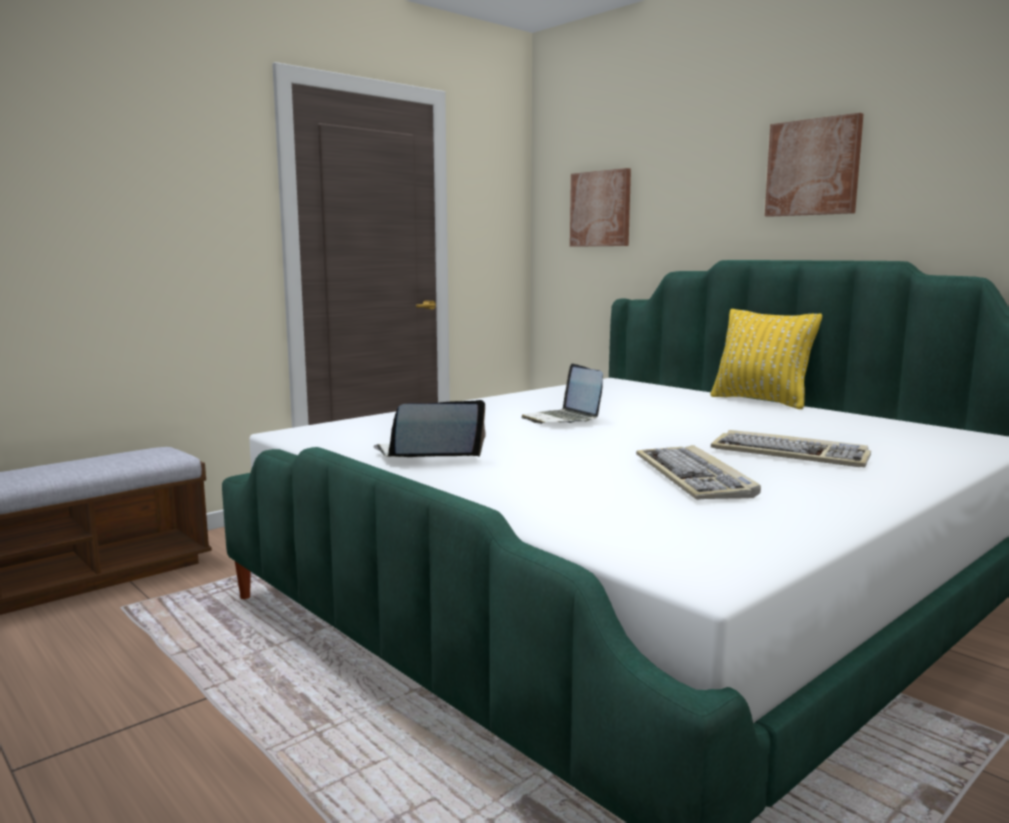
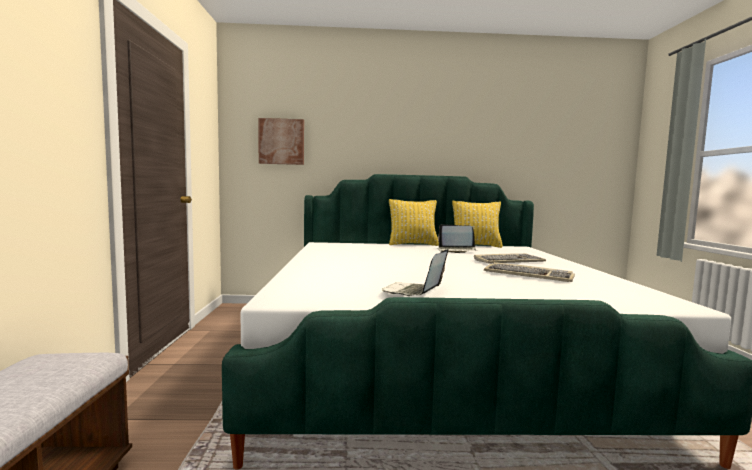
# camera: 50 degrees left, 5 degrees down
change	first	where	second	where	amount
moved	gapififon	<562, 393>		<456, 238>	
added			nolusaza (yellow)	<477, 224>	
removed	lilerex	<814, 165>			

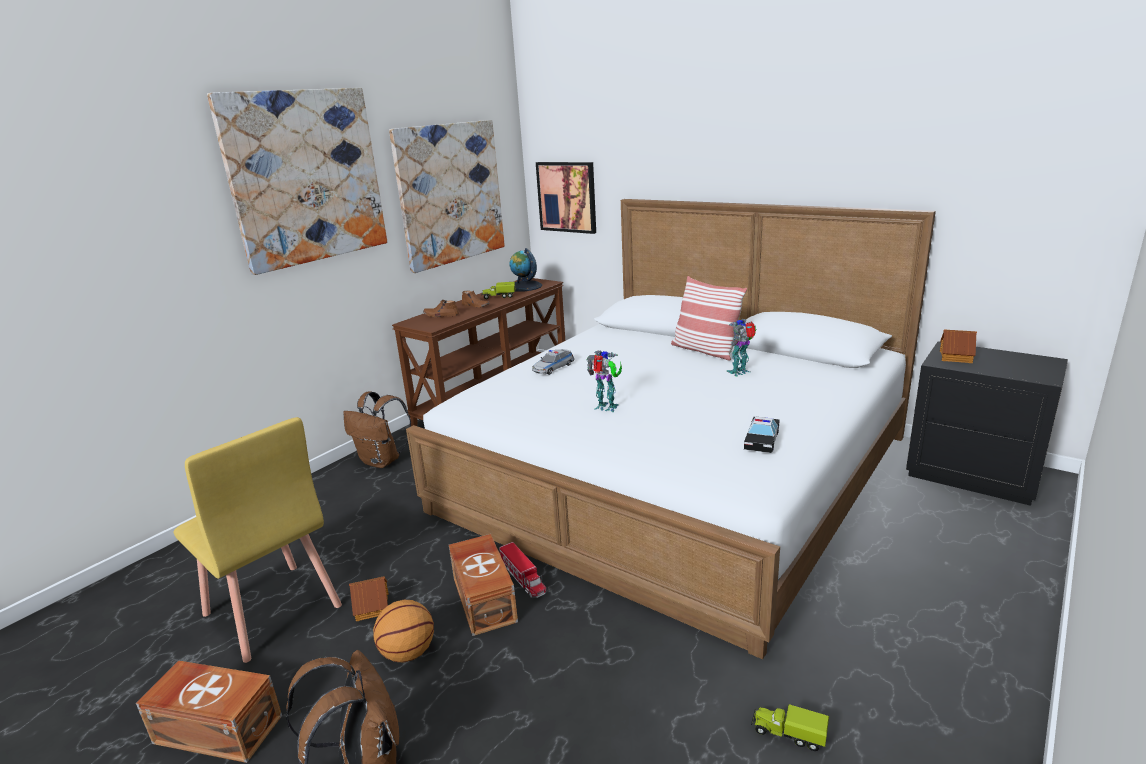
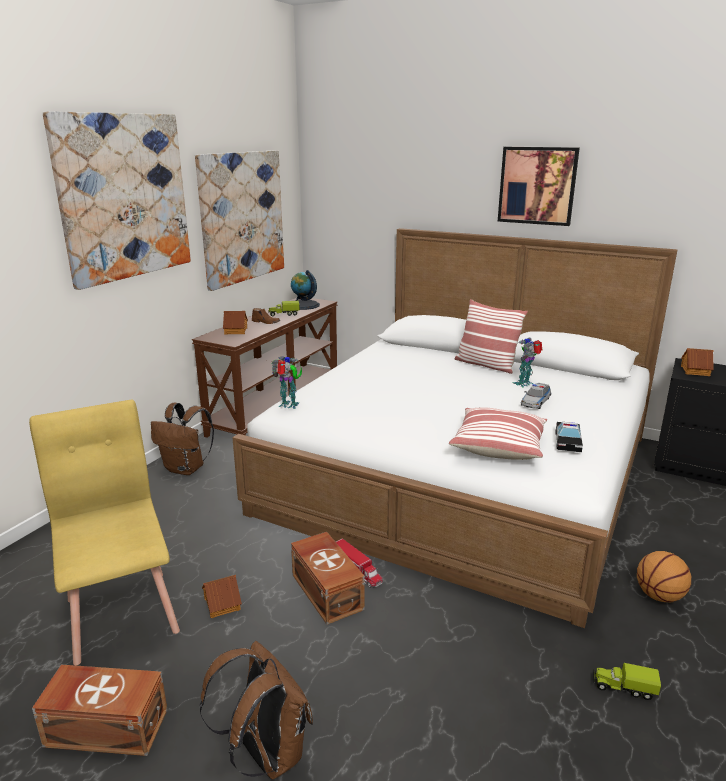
# camera: 10 degrees left, 0 degrees up
change	first	where	second	where	amount
turned	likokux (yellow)	<258, 540>		<104, 532>	150 degrees counterclockwise
replaced	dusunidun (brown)	<441, 308>	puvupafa	<235, 322>	
moved	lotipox	<604, 381>		<287, 382>	
added			nolusaza	<498, 434>	
moved	lilerex	<566, 198>		<539, 186>	
moved	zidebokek	<553, 362>		<536, 396>	
moved	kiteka	<403, 631>		<664, 576>	

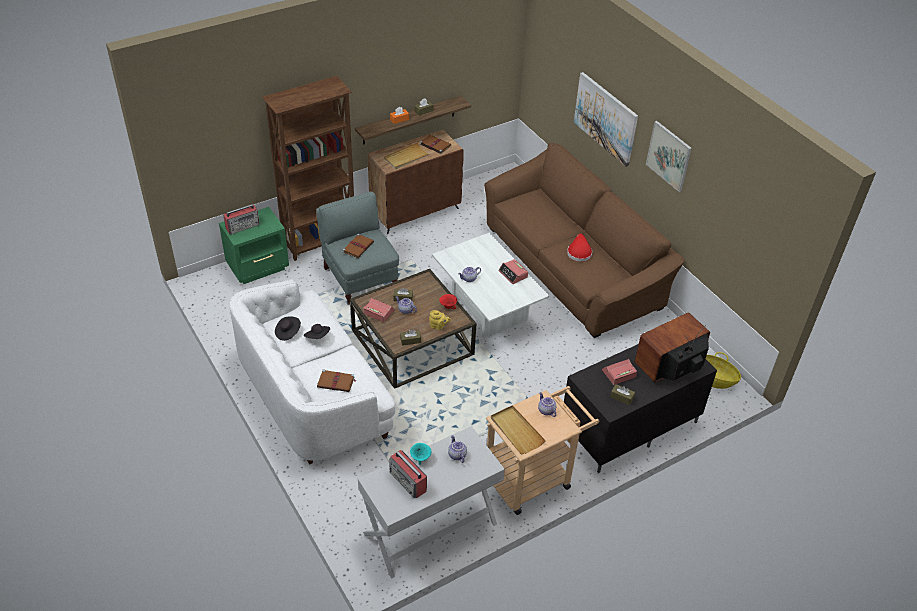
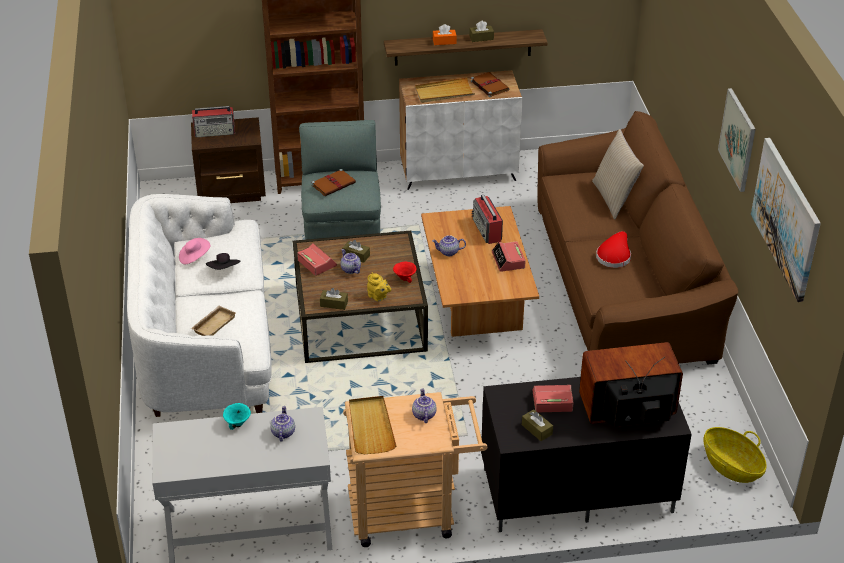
# camera: 25 degrees right, 5 degrees down
change	first	where	second	where	amount
recoloured	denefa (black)	<288, 328>	denefa (pink)	<194, 251>	
recoloured	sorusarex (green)	<254, 245>	sorusarex (brown)	<228, 160>	
replaced	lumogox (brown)	<336, 380>	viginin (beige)	<213, 321>	
recoloured	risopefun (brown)	<416, 182>	risopefun (white)	<460, 130>	
recoloured	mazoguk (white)	<490, 285>	mazoguk (brown)	<480, 271>	
moved	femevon	<408, 474>		<487, 219>	
added			nolusaza (beige)	<618, 174>	
moved	lilerex	<606, 119>		<786, 220>	

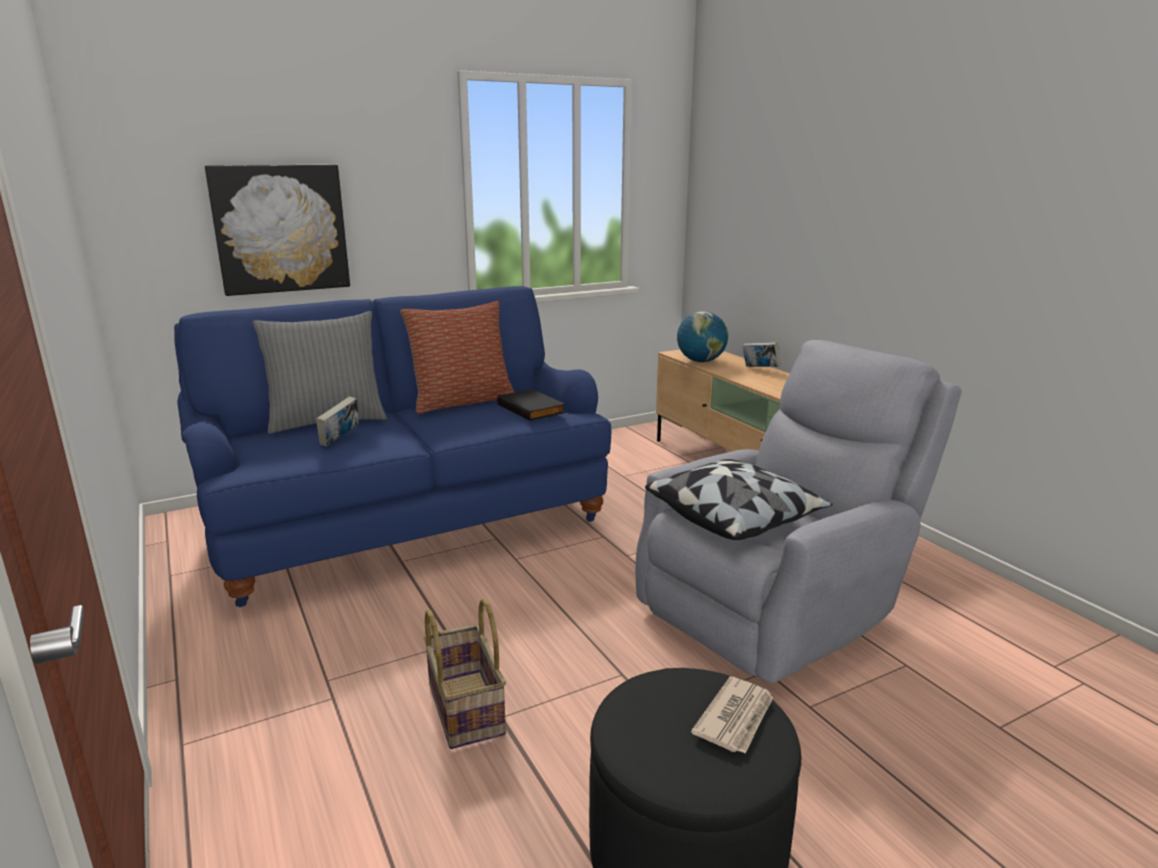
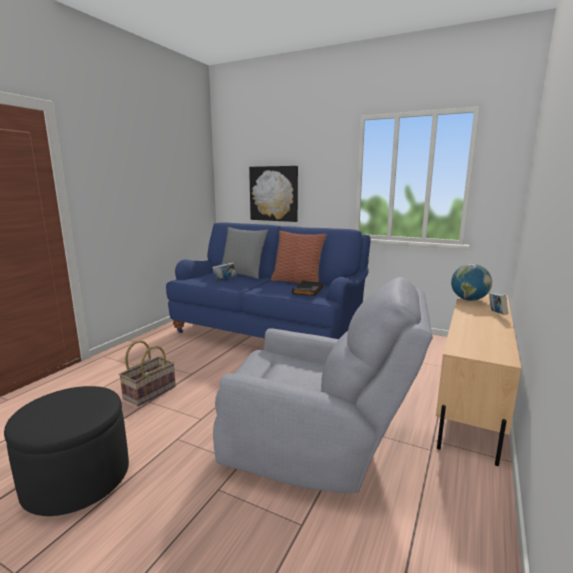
# camera: 55 degrees right, 5 degrees down
change	first	where	second	where	amount
removed	nolusaza	<739, 499>			
removed	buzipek	<732, 715>			

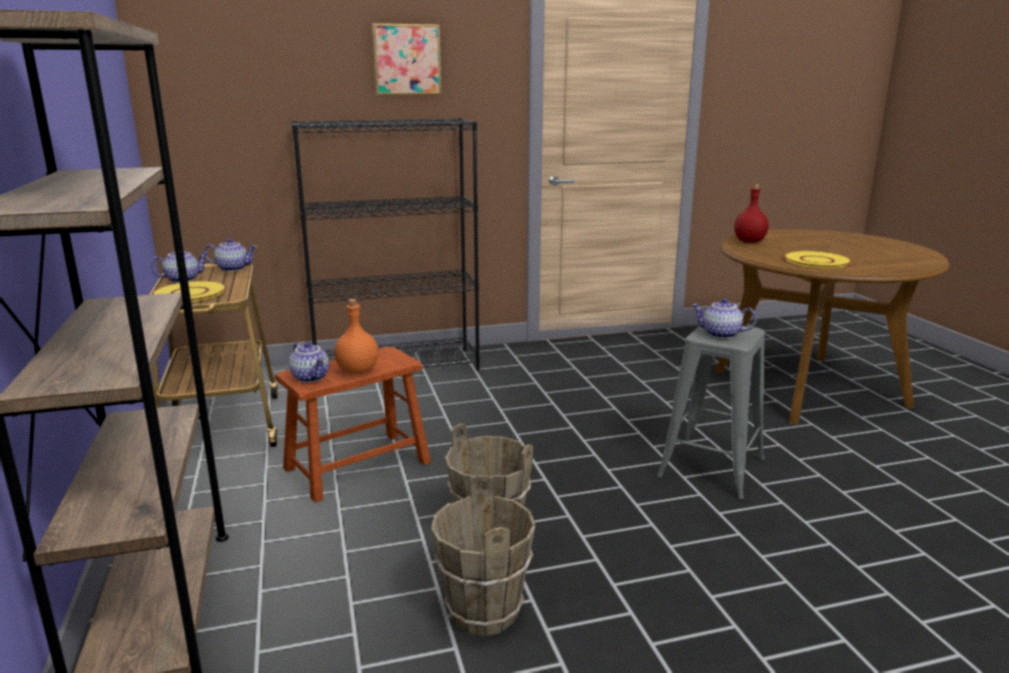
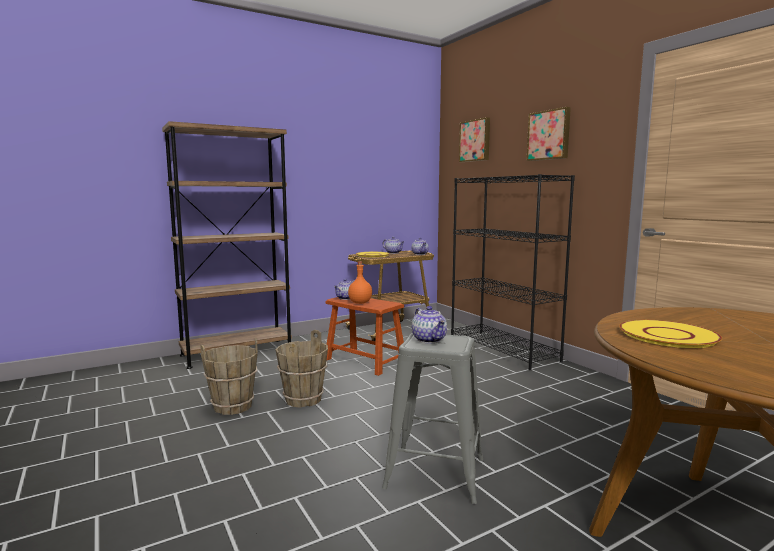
# camera: 75 degrees right, 10 degrees down
change	first	where	second	where	amount
turned	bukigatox	<724, 318>		<429, 324>	150 degrees clockwise
added			lilerex	<474, 139>	
removed	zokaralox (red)	<751, 213>			

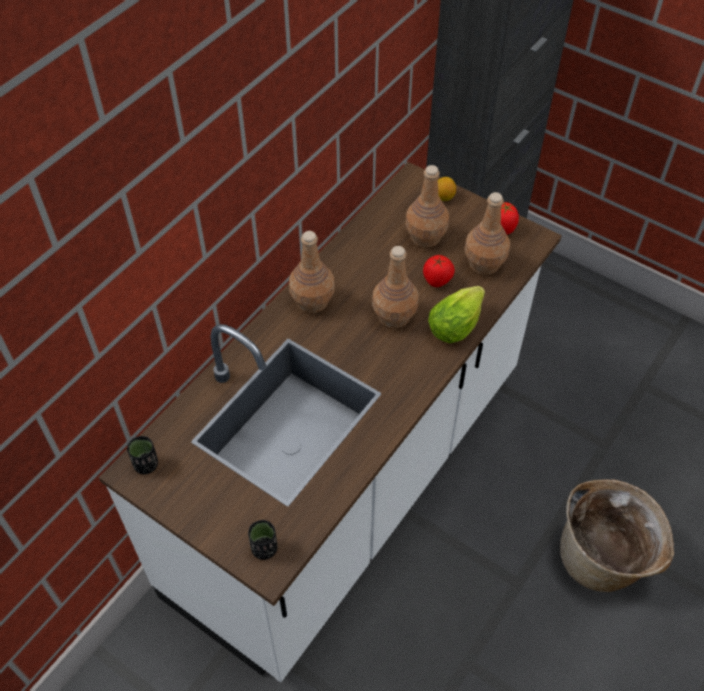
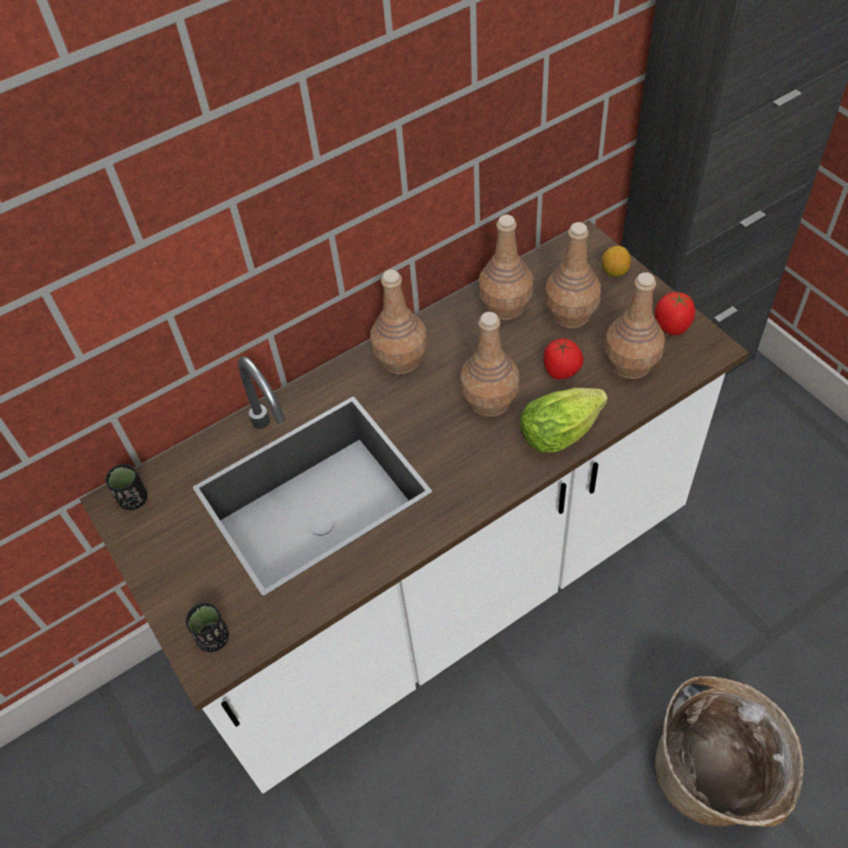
# camera: 25 degrees right, 0 degrees up
change	first	where	second	where	amount
added			zokaralox (brown)	<505, 267>	

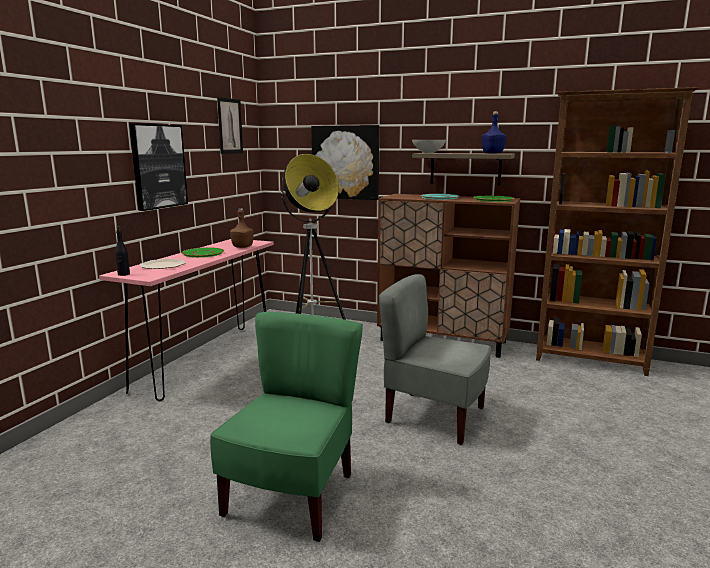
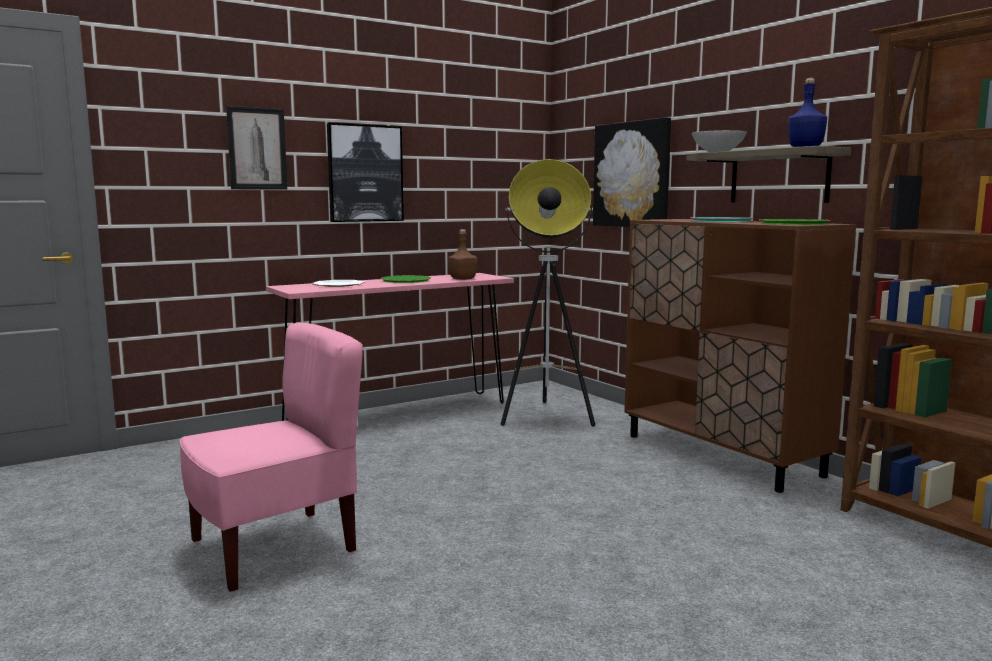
# camera: 35 degrees right, 5 degrees down
change	first	where	second	where	amount
recoloured	likokux (green)	<286, 427>	likokux (pink)	<271, 457>	
moved	lilerex	<230, 125>		<256, 148>	
removed	zokaralox (black)	<122, 251>			
removed	likokux (grey)	<435, 359>			

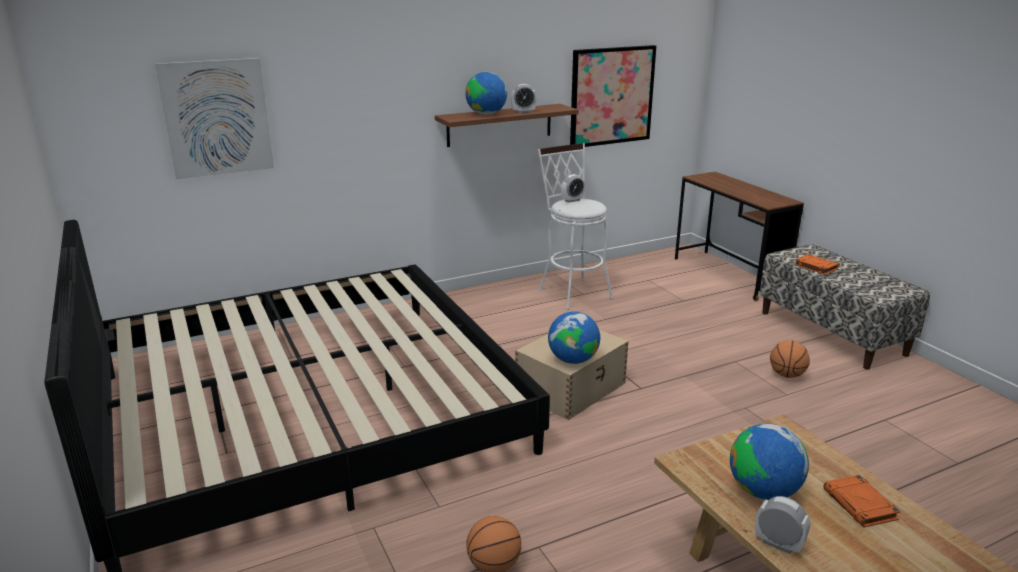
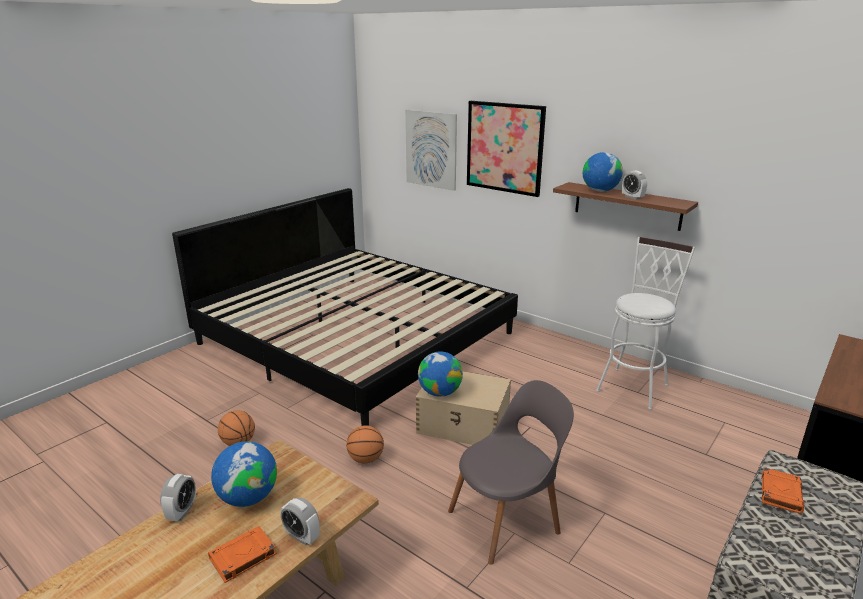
# camera: 65 degrees right, 0 degrees up
change	first	where	second	where	amount
moved	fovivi	<573, 188>		<300, 521>	
moved	kiteka	<790, 359>		<365, 444>	
added			likokux (grey)	<511, 472>	
moved	lilerex	<613, 96>		<506, 149>	

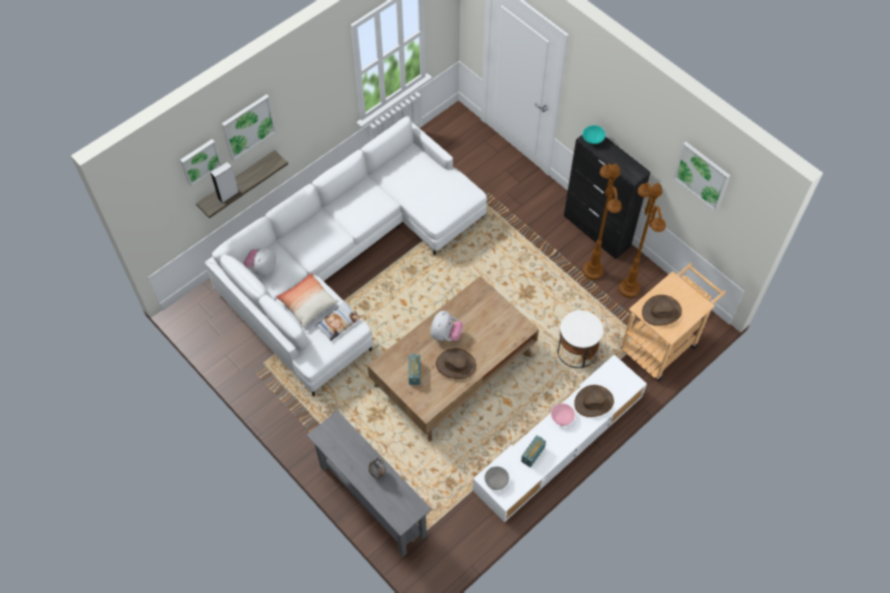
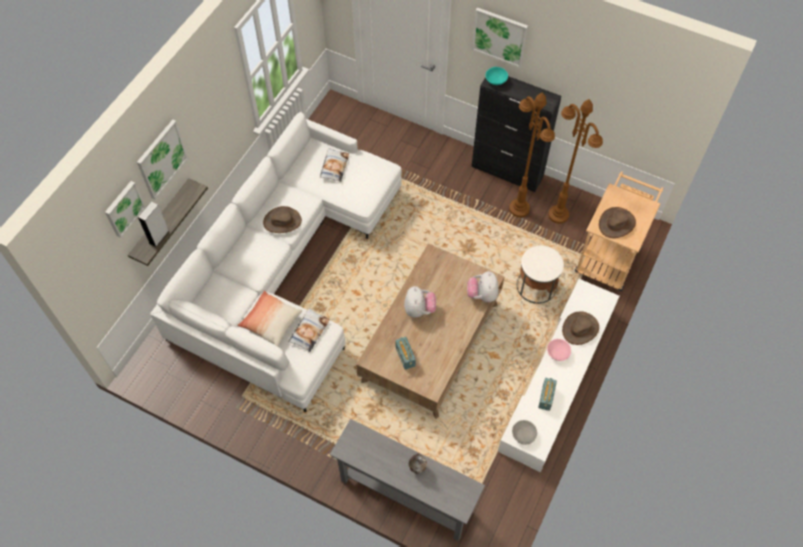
# camera: 20 degrees left, 0 degrees up
change	first	where	second	where	amount
moved	denefa (brown)	<456, 363>		<282, 219>	
added			nolusaza	<334, 165>	
moved	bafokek	<260, 261>		<483, 286>	
moved	lilerex	<702, 177>		<500, 37>	

